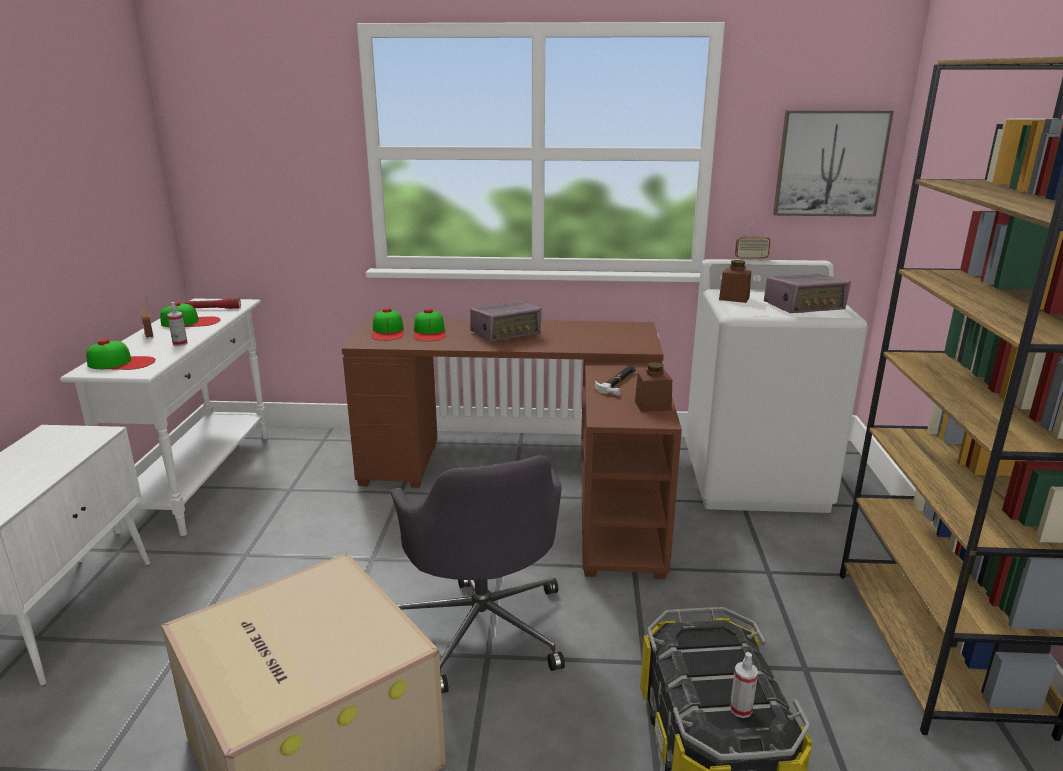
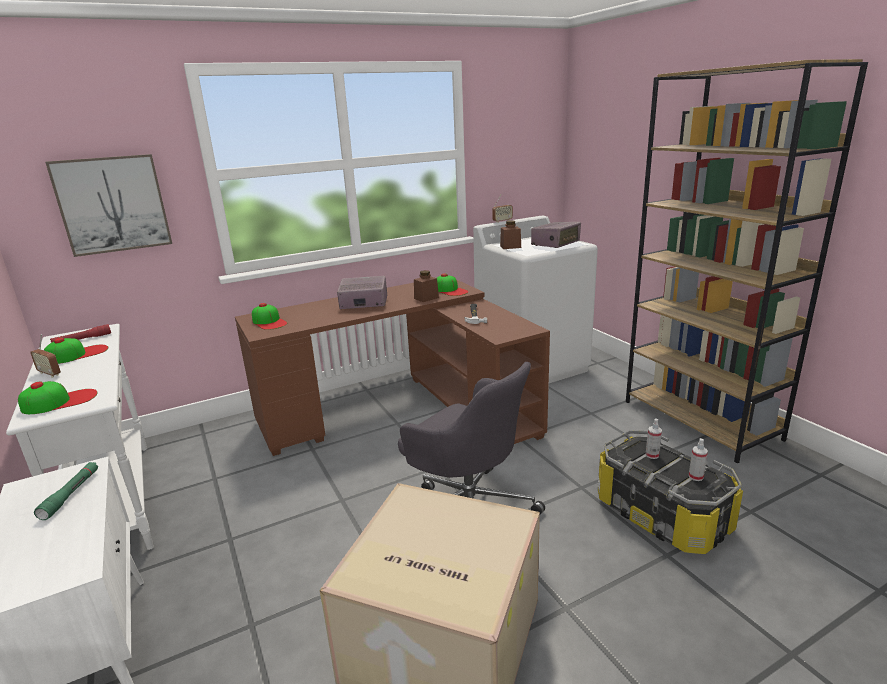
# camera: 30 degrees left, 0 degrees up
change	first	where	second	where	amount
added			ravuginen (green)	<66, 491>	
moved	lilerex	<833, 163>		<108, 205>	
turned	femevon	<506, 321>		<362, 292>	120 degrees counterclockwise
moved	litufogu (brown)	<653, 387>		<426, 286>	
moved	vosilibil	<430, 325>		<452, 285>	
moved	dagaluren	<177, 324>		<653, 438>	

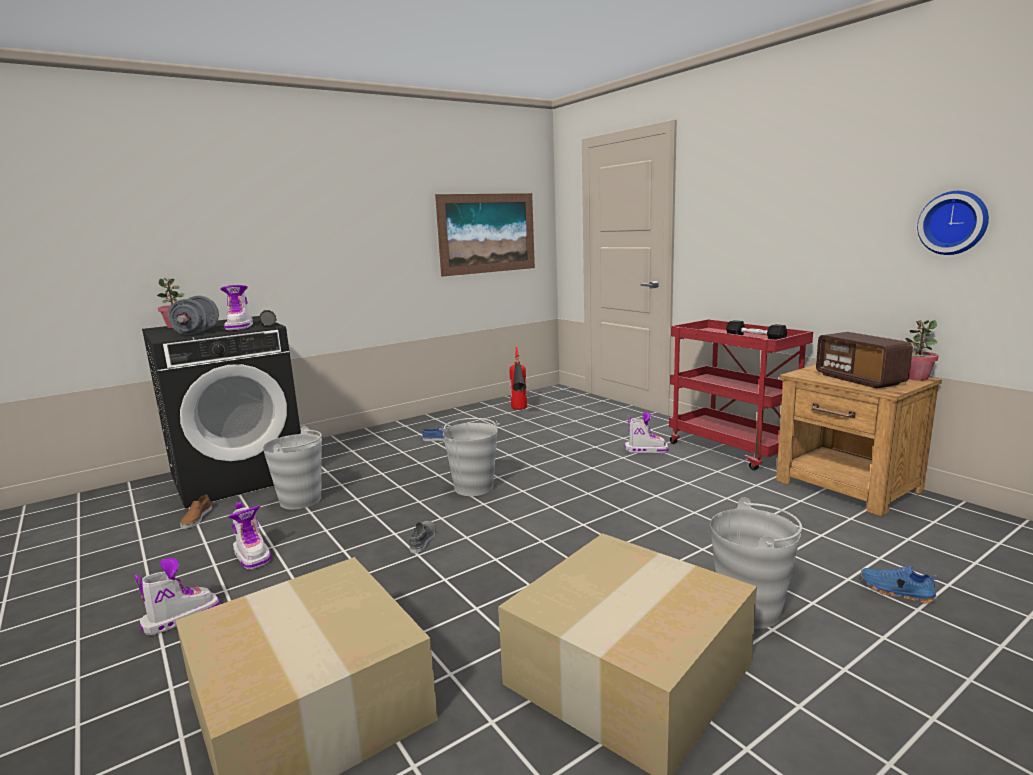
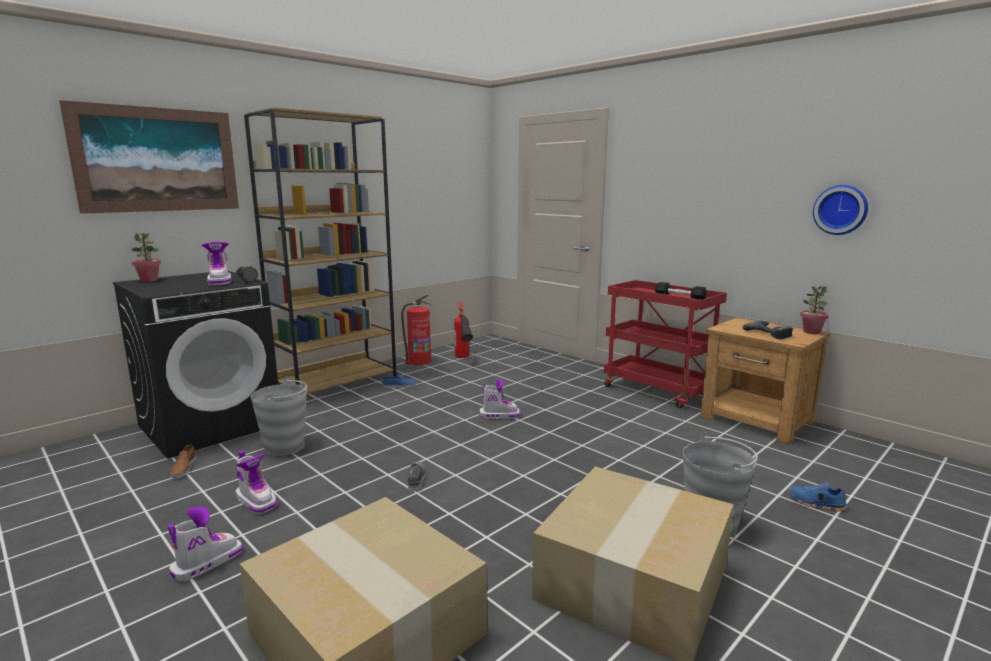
# camera: 10 degrees left, 0 degrees up
change	first	where	second	where	amount
moved	lilerex	<485, 235>		<149, 157>	
added			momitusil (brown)	<320, 250>	
added			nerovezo	<416, 330>	
moved	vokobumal	<647, 433>		<499, 399>	
replaced	femevon	<864, 360>	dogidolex	<768, 330>	
removed	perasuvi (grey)	<193, 315>			
removed	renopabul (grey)	<469, 457>			

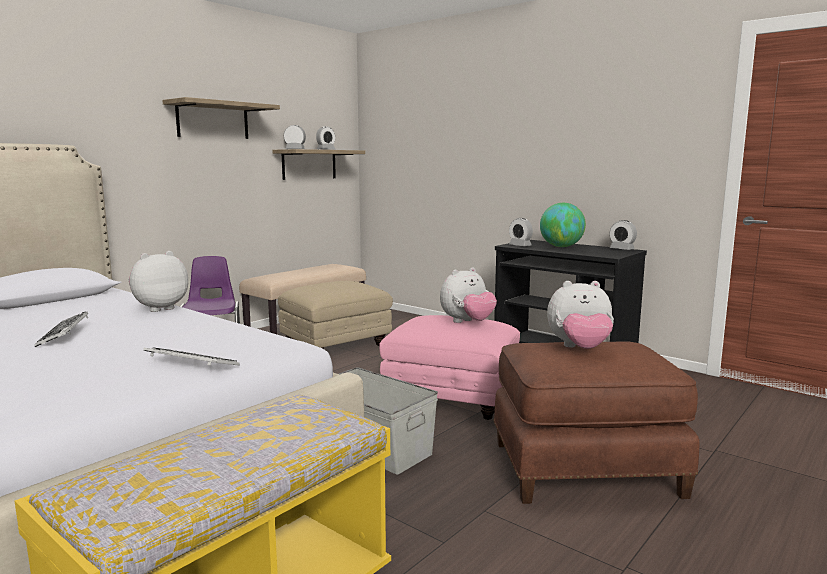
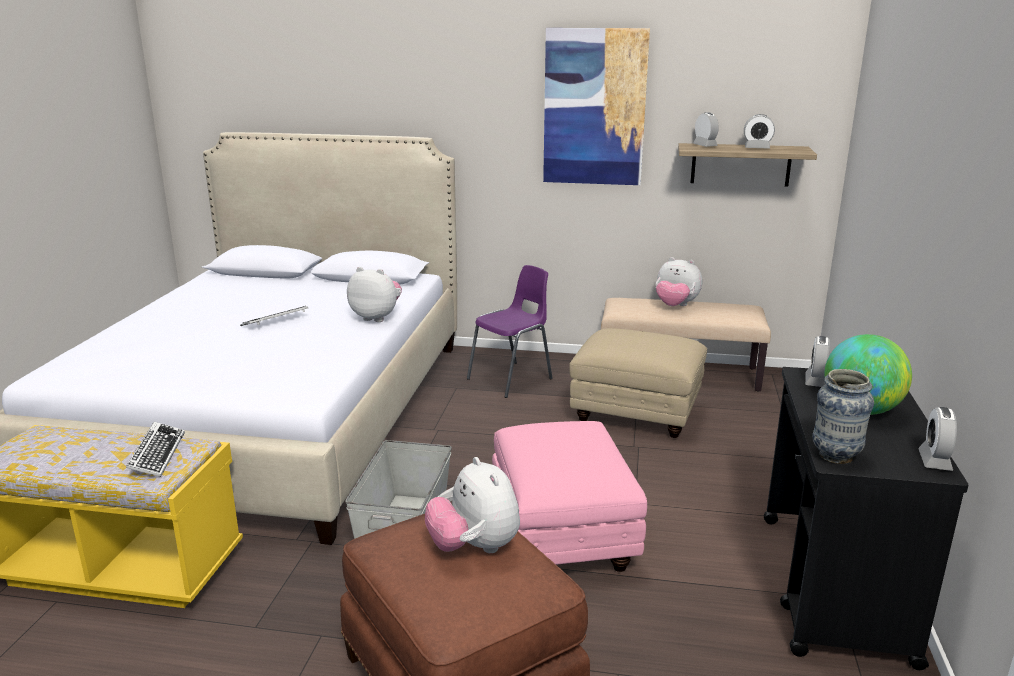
# camera: 60 degrees right, 10 degrees up
change	first	where	second	where	amount
moved	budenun	<191, 356>		<155, 449>	
replaced	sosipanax	<221, 118>	lilerex	<596, 106>	
moved	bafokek	<468, 295>		<679, 281>	
added			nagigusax	<843, 416>	

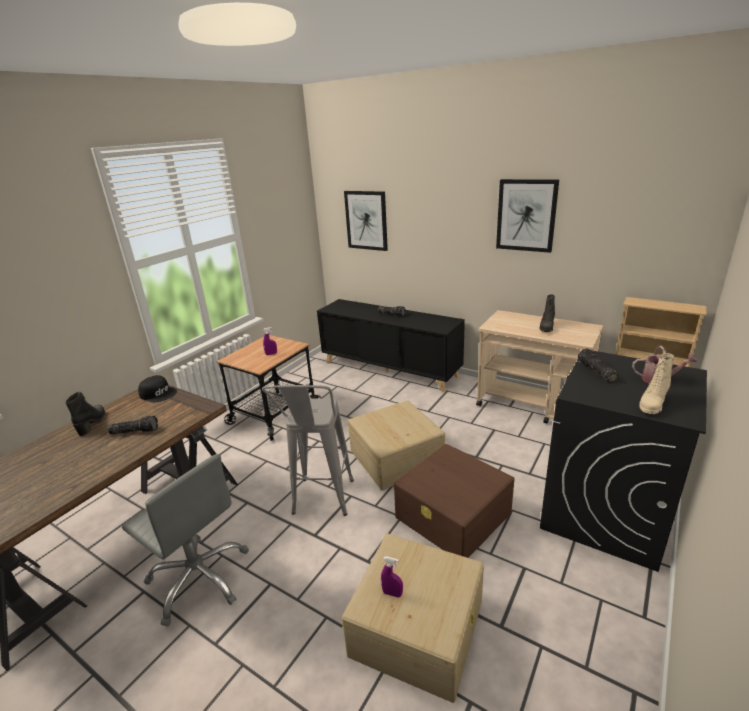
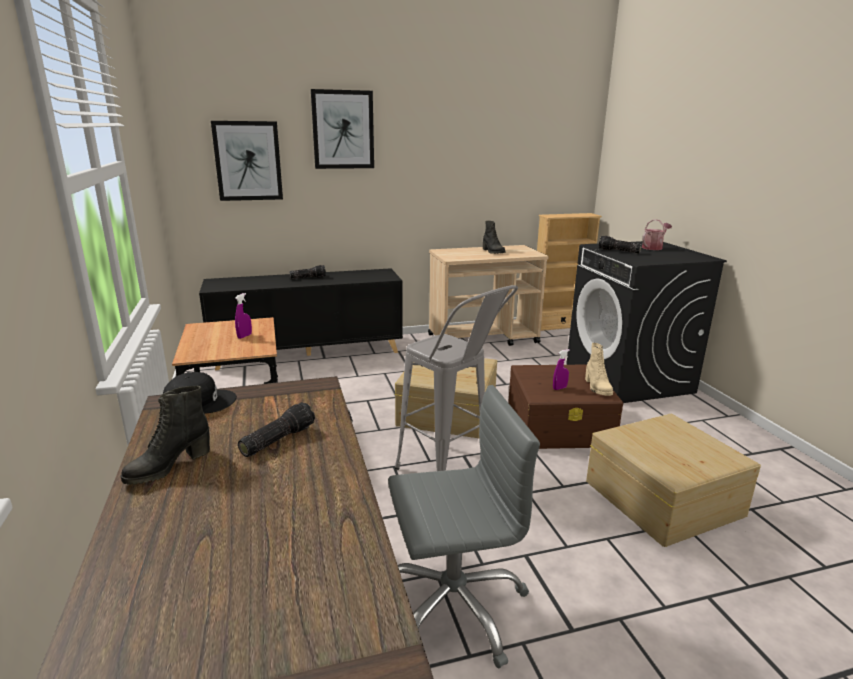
# camera: 50 degrees left, 5 degrees down
change	first	where	second	where	amount
turned	vokobumal (black)	<85, 414>		<165, 435>	90 degrees counterclockwise
moved	lilerex	<527, 216>		<342, 129>	
moved	dagaluren (purple)	<392, 577>		<561, 369>	
moved	vokobumal (beige)	<656, 383>		<599, 369>	

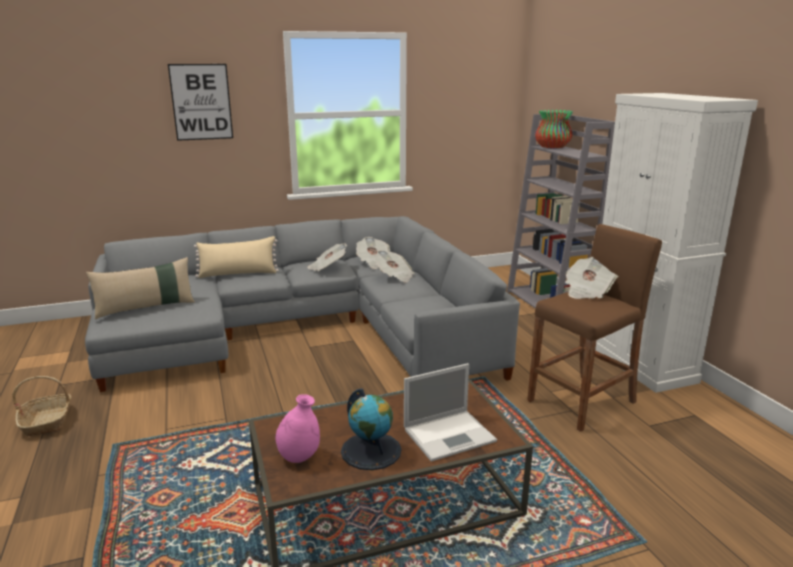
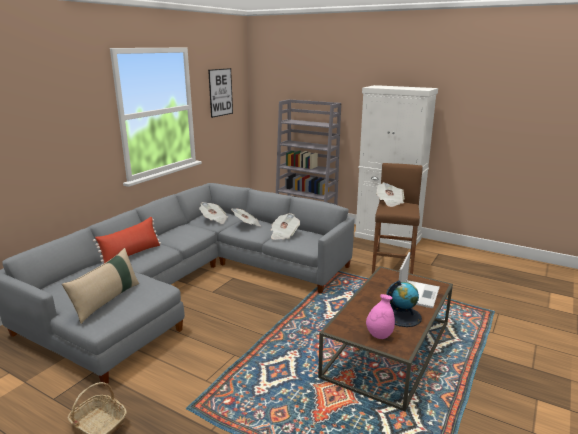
# camera: 40 degrees left, 0 degrees up
change	first	where	second	where	amount
recoloured	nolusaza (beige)	<236, 257>	nolusaza (red)	<127, 241>	
moved	lilerex	<200, 102>		<220, 93>	
moved	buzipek	<327, 258>		<285, 226>	
removed	nagigusax	<554, 129>			

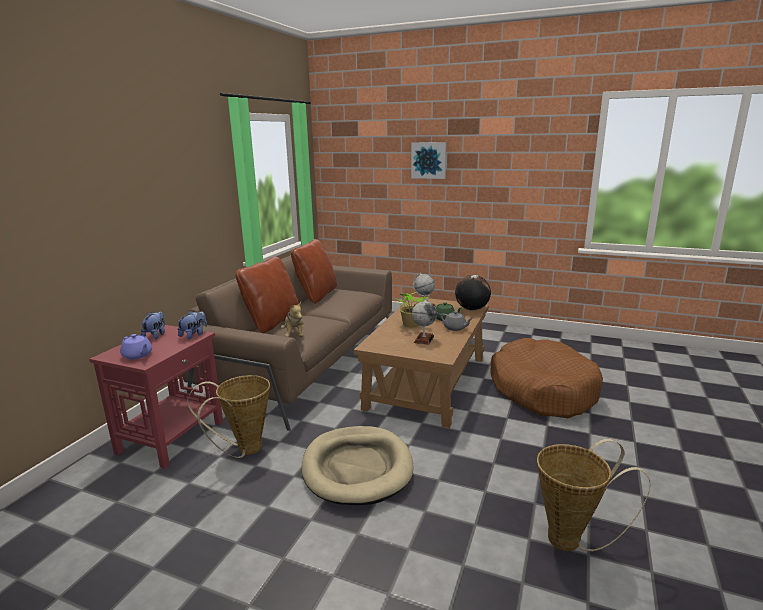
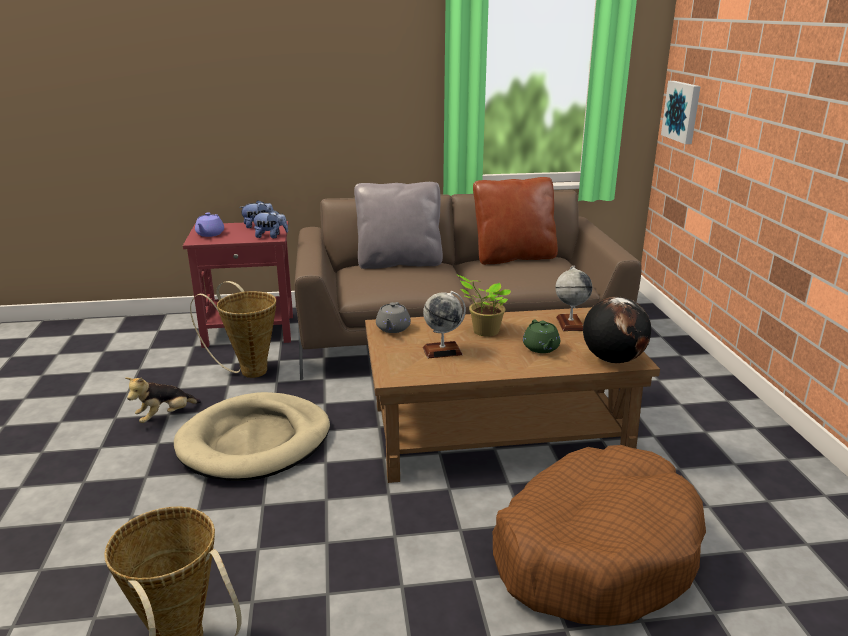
# camera: 60 degrees right, 5 degrees up
change	first	where	second	where	amount
moved	bafokek	<292, 319>		<163, 400>	
recoloured	nolusaza (brown)	<267, 294>	nolusaza (grey)	<398, 225>	
moved	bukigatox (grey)	<456, 321>		<393, 317>	
moved	lilerex	<428, 160>		<681, 112>	

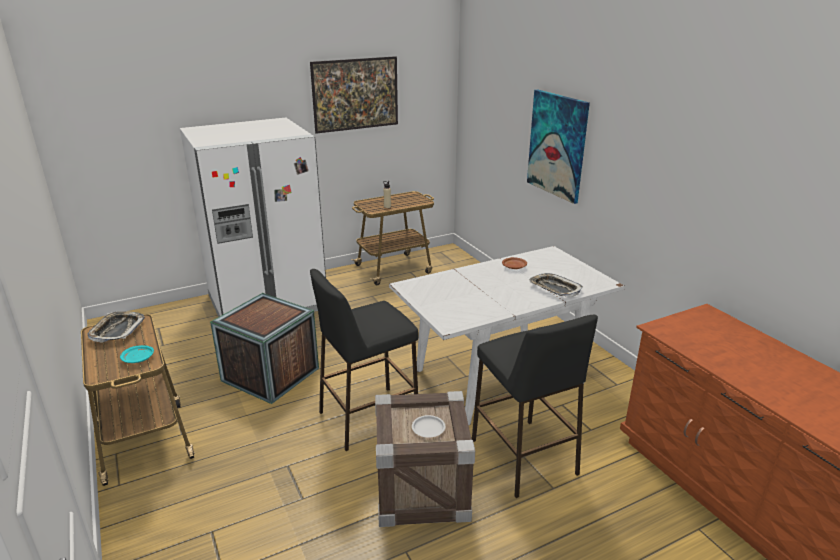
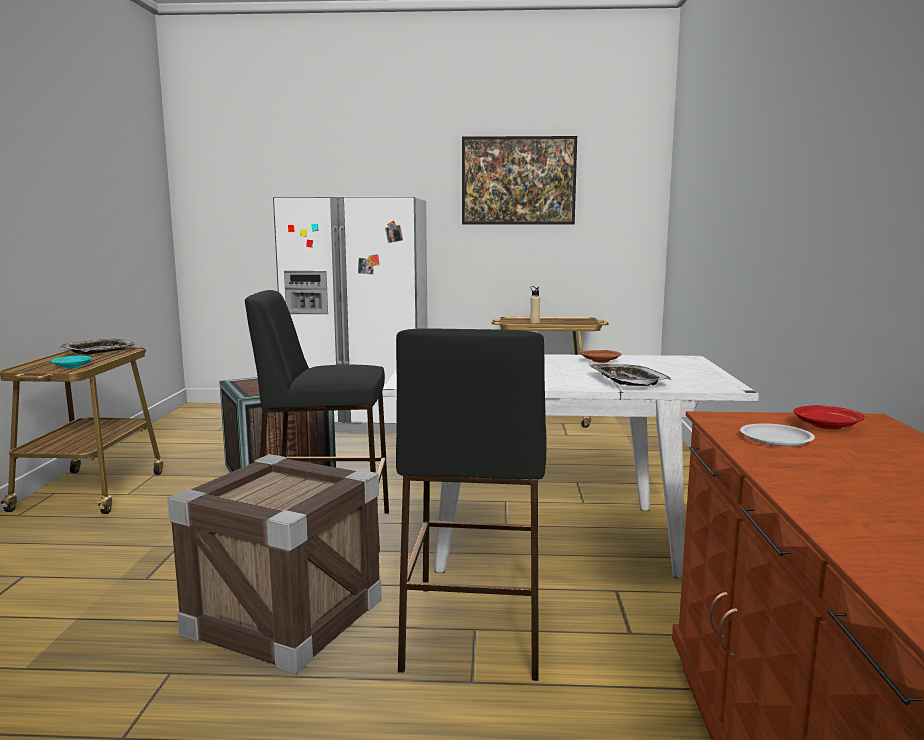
# camera: 30 degrees right, 15 degrees down
change	first	where	second	where	amount
moved	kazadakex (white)	<428, 426>		<777, 435>	
added			kazadakex (red)	<829, 417>	
removed	lilerex	<558, 147>			

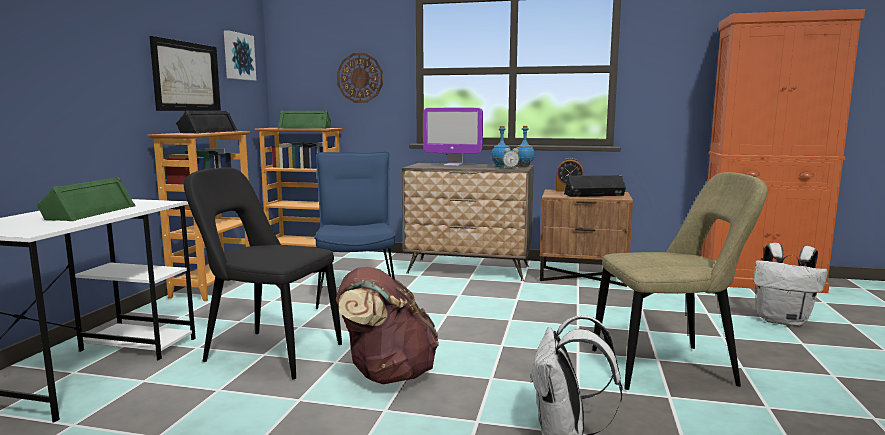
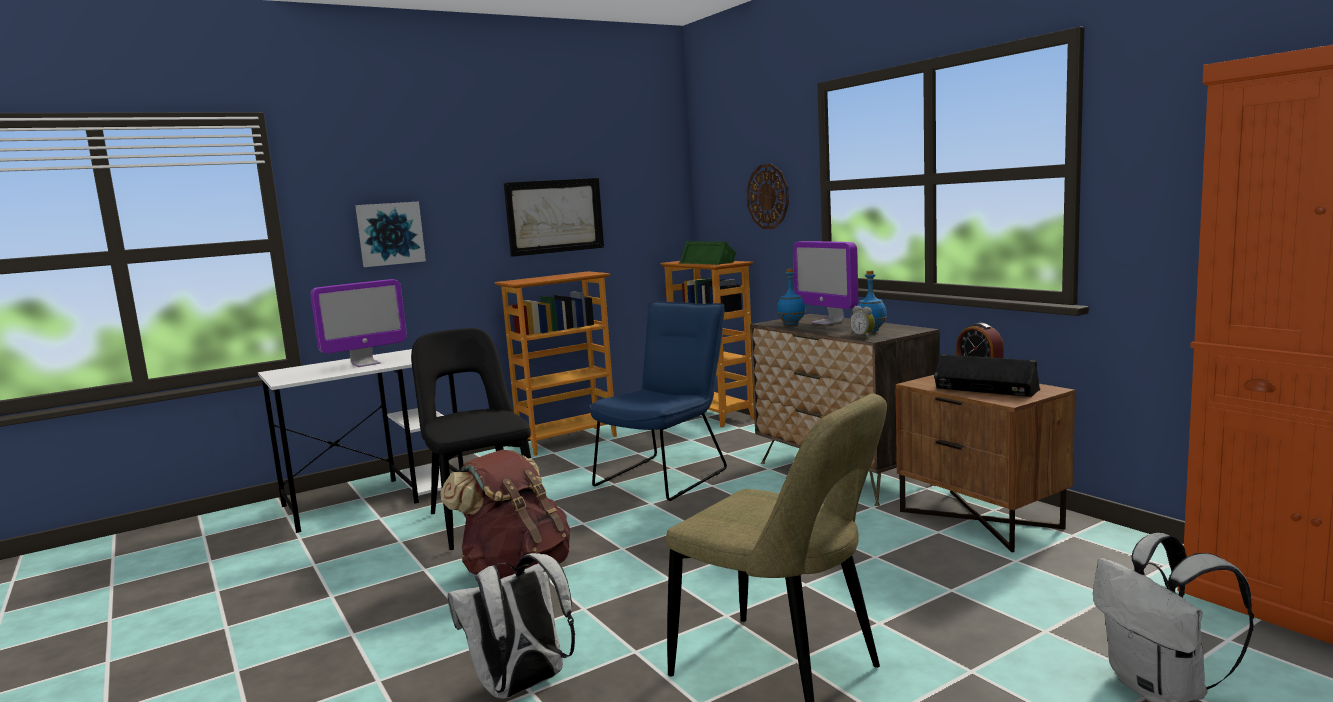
# camera: 45 degrees right, 0 degrees up
change	first	where	second	where	amount
replaced	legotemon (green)	<86, 198>	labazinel	<358, 323>	
moved	lilerex	<240, 55>		<390, 234>	
moved	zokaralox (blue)	<526, 146>		<791, 297>	
removed	legotemon (black)	<207, 122>			

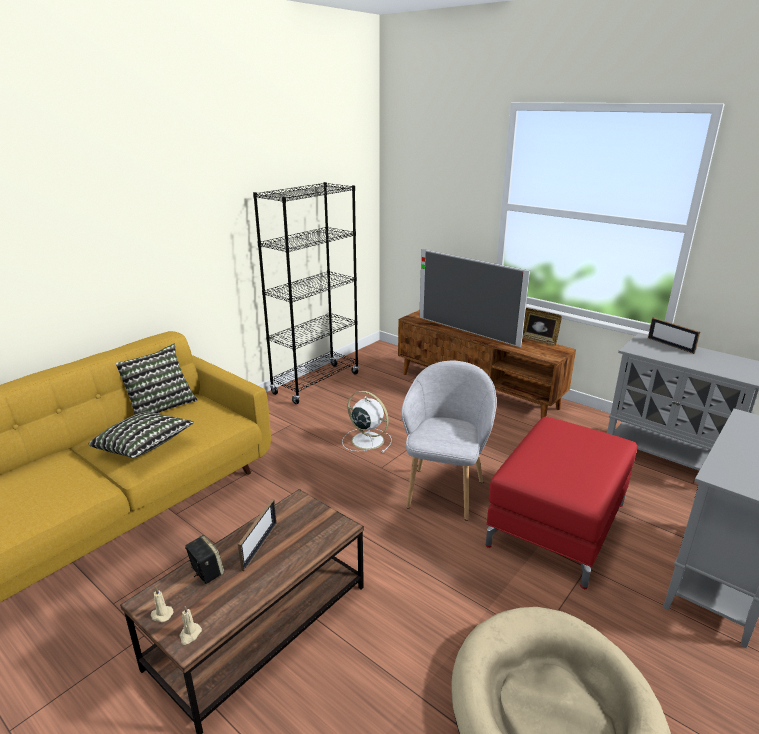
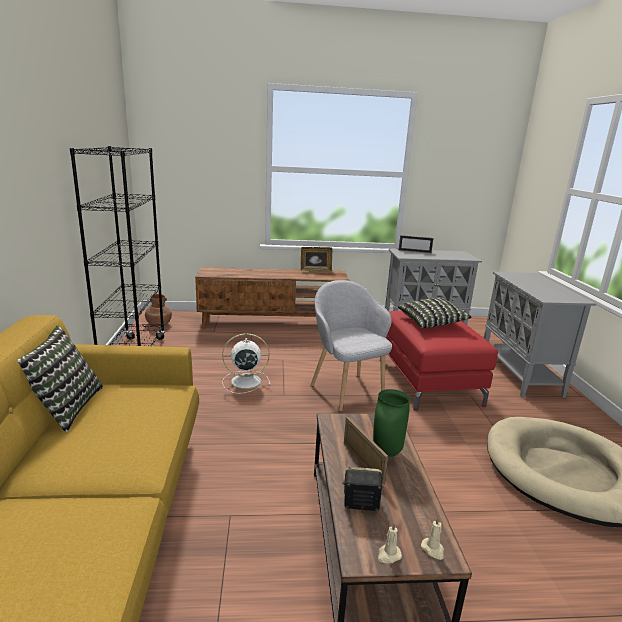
# camera: 45 degrees left, 5 degrees down
change	first	where	second	where	amount
added			nagigusax (brown)	<158, 310>	
added			nagigusax (green)	<391, 423>	
moved	nolusaza	<141, 434>		<435, 312>	
removed	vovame	<474, 298>			

